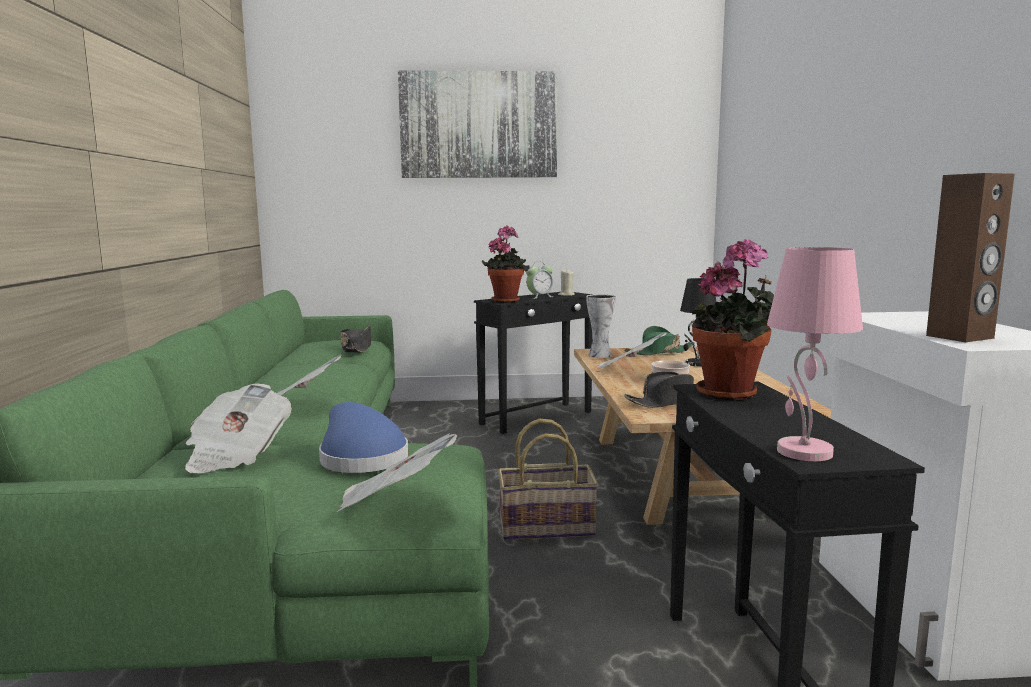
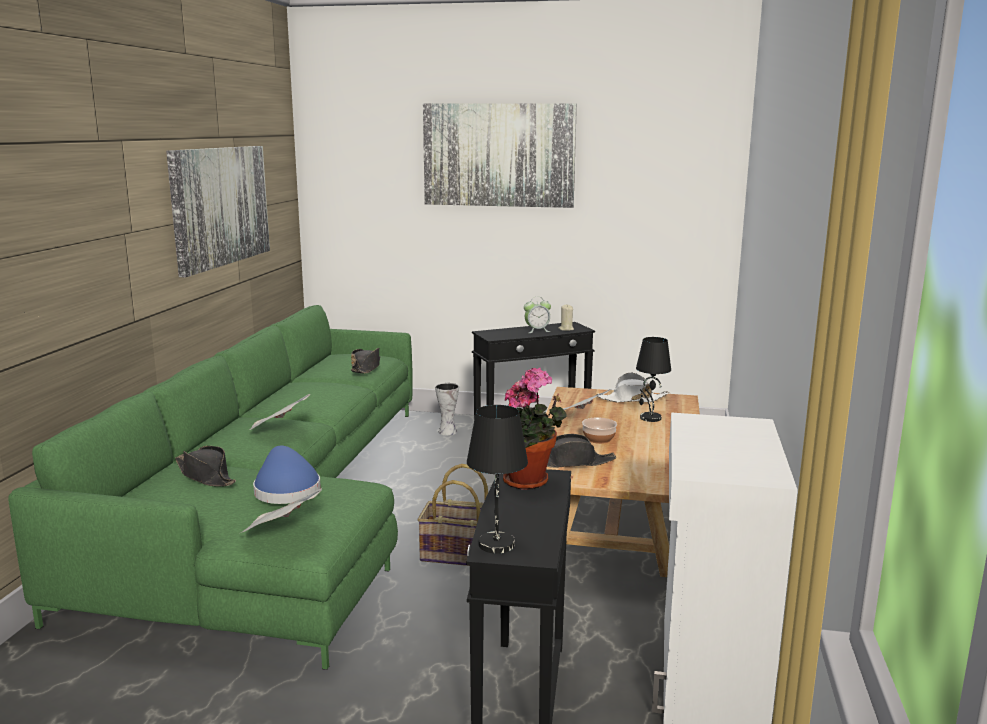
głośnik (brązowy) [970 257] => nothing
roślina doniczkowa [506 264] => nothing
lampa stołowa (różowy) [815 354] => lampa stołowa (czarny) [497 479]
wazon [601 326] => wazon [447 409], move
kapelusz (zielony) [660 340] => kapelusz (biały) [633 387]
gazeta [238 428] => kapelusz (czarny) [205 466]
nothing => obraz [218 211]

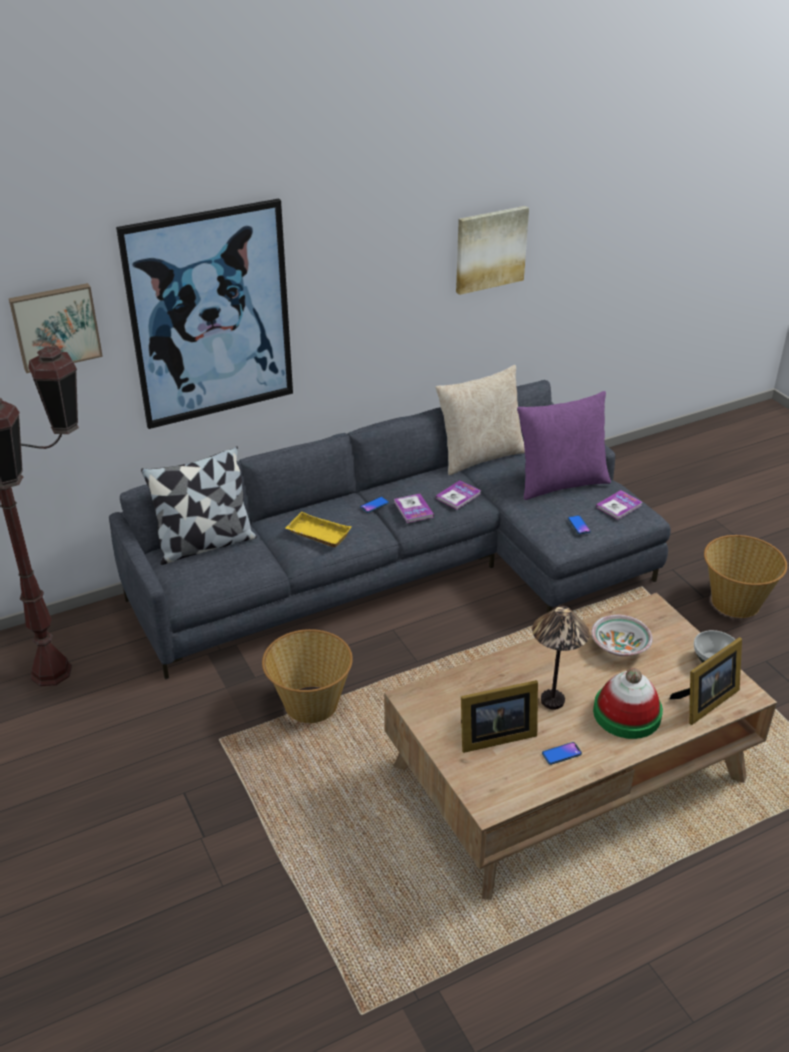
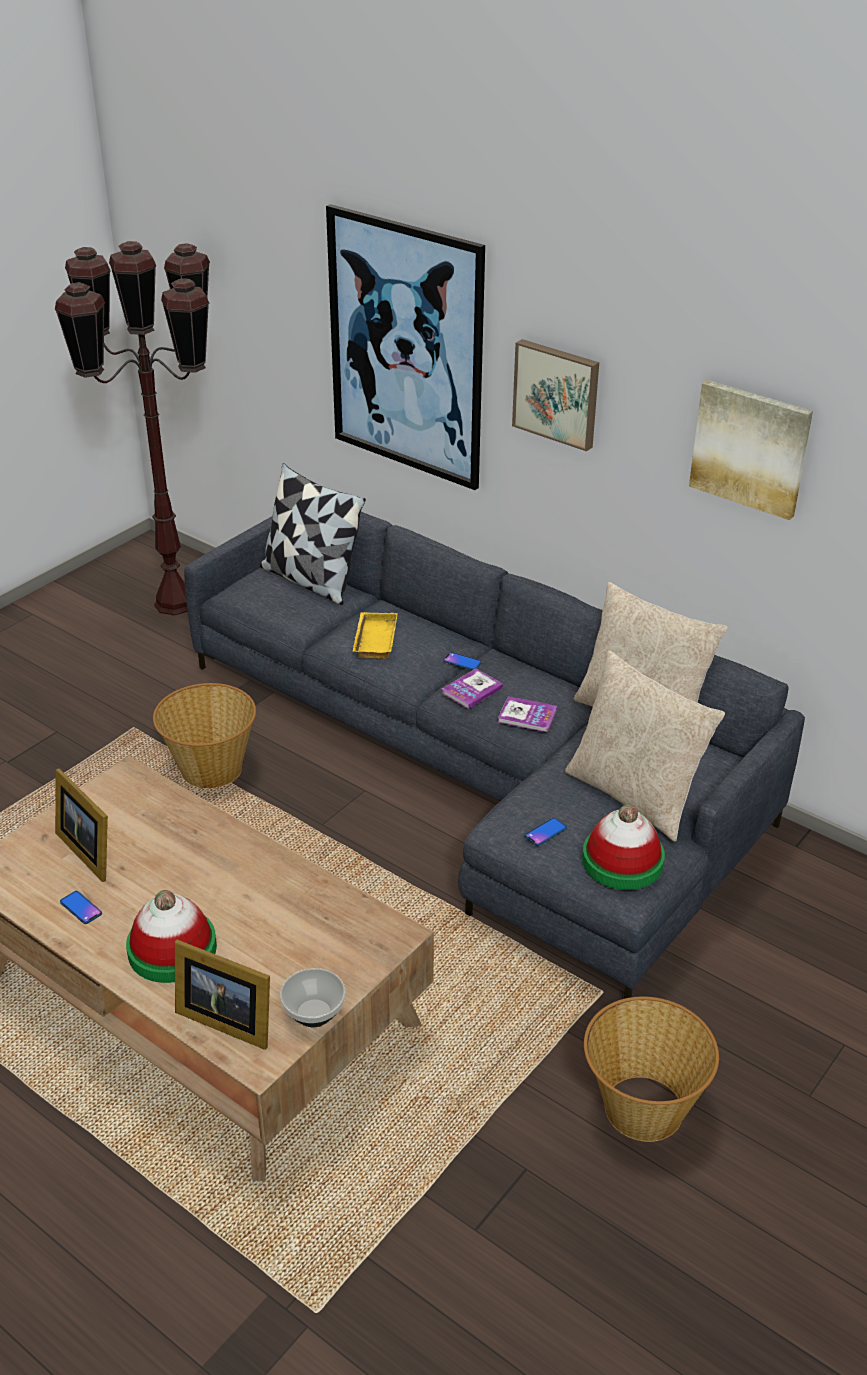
obraz [56 328] => obraz [555 395], move
poduszka (fioletowy) [564 445] => poduszka (beżowy) [645 745]
książka [619 505] => kapelusz [623 847]
lampa stołowa [561 658] => nothing
miska [622 635] => nothing

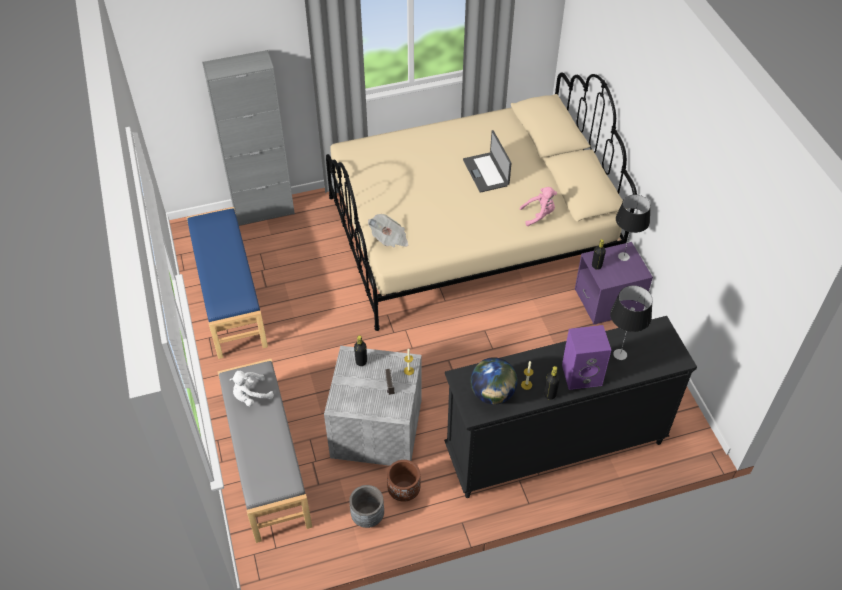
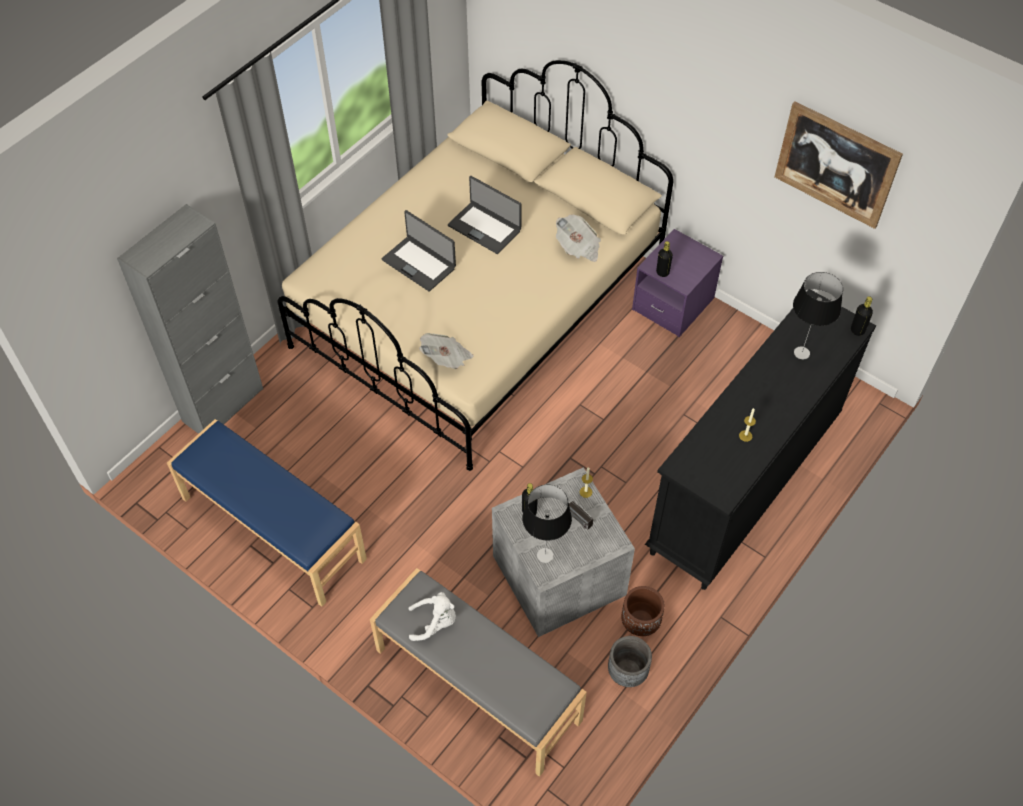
pluszak (różowy) [538 206] => gazeta [578 238]
lampa stołowa [633 227] => lampa stołowa [547 524], move
głośnik (fioletowy) [586 357] => nothing
globus [494 381] => nothing
butelka (czarny) [552 383] => butelka (czarny) [862 316], move
pluszak (biały) [252 389] => pluszak (biały) [432 616], 120 degrees counterclockwise
nothing => obraz [839 165]
nothing => laptop [419 251]

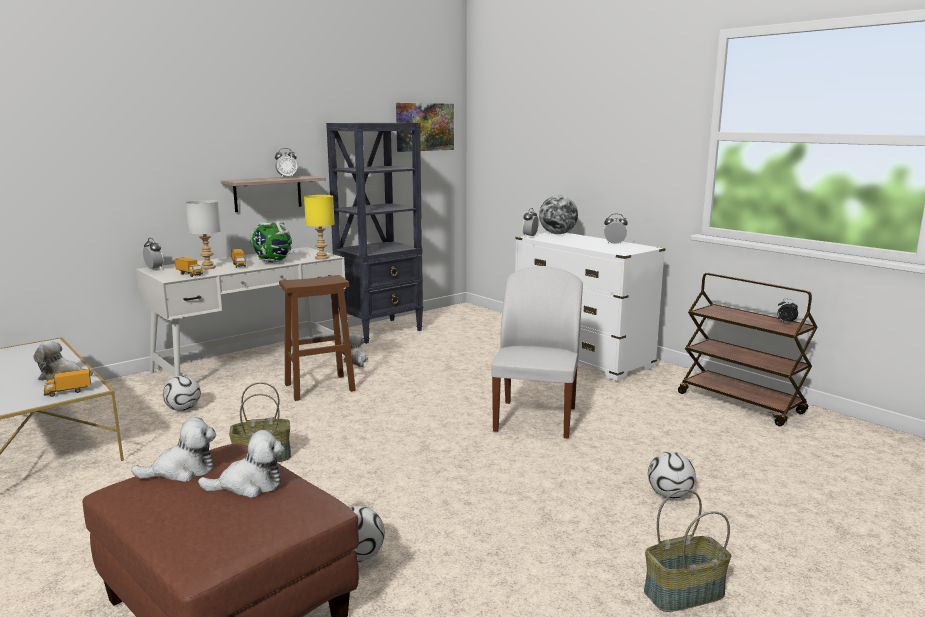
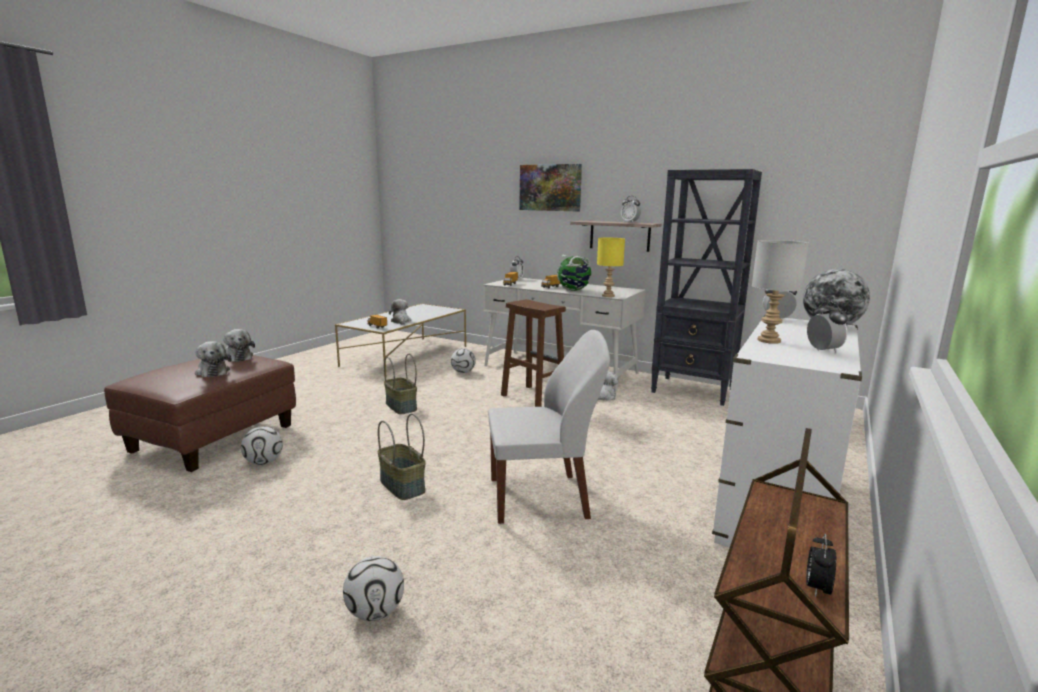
obraz [425 127] => obraz [550 188], move
lampa stołowa (szary) [203 234] => lampa stołowa (szary) [780 292], move
koszyk [687 550] => koszyk [402 456], move

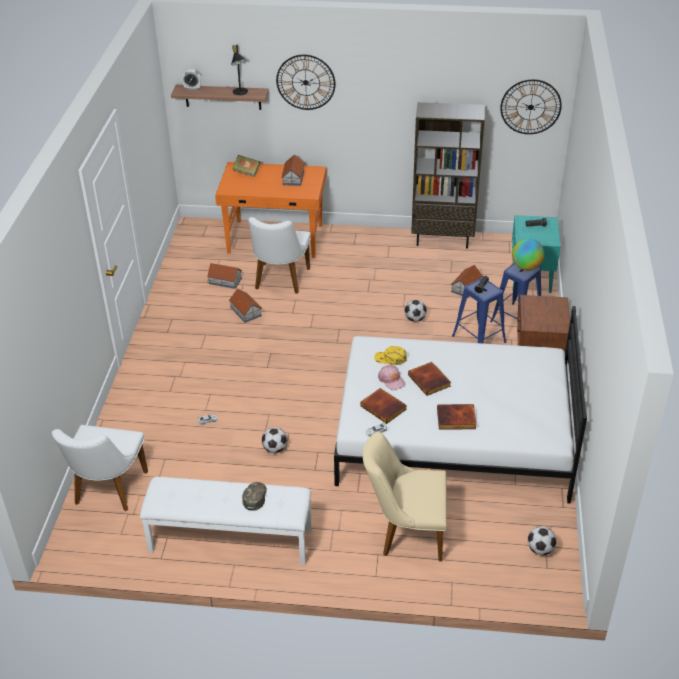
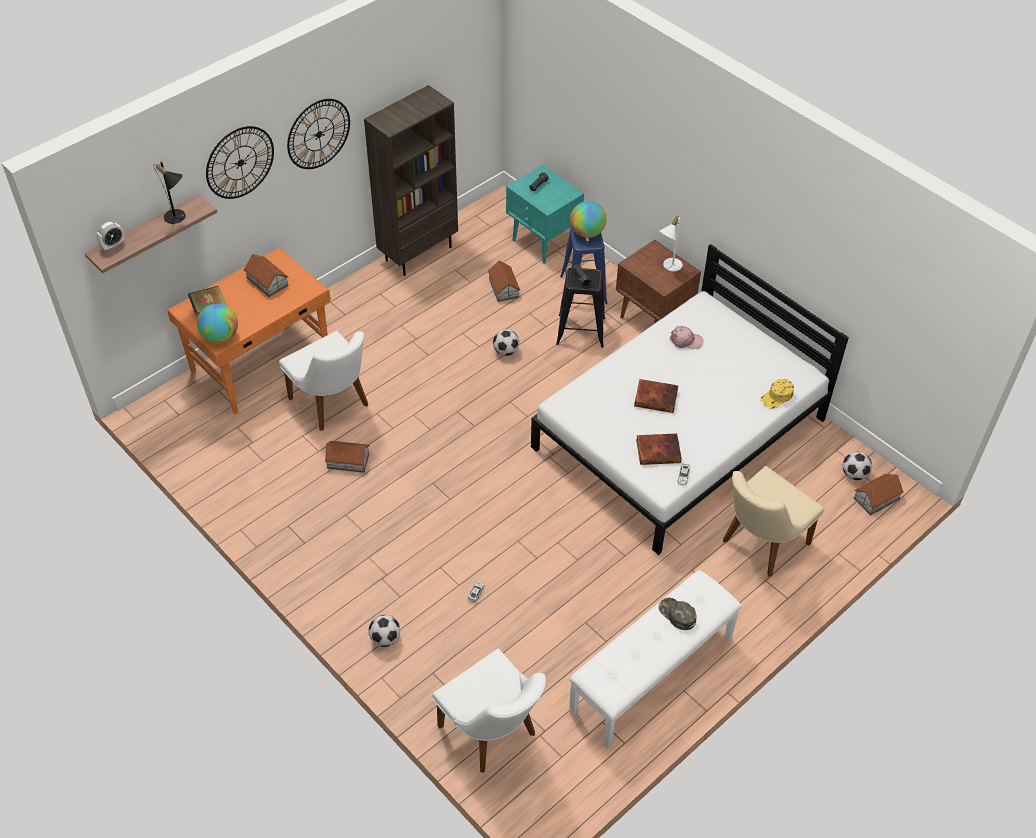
zegar ścienny [531 106] => zegar ścienny [318 134], move
domek [224 276] => domek [879 495], move
stołek (niebieski) [479 310] => stołek (czarny) [580 307]
czapka z daszkiem (żółty) [390 355] => czapka z daszkiem (żółty) [777 394], move
czapka z daszkiem (różowy) [391 377] => czapka z daszkiem (różowy) [687 337], move
książka [457 416] => nothing
piłka futbolowa [274 440] => piłka futbolowa [384 631], move
nothing => lampa stołowa (biały) [671 243]
nothing => globus [217 323]

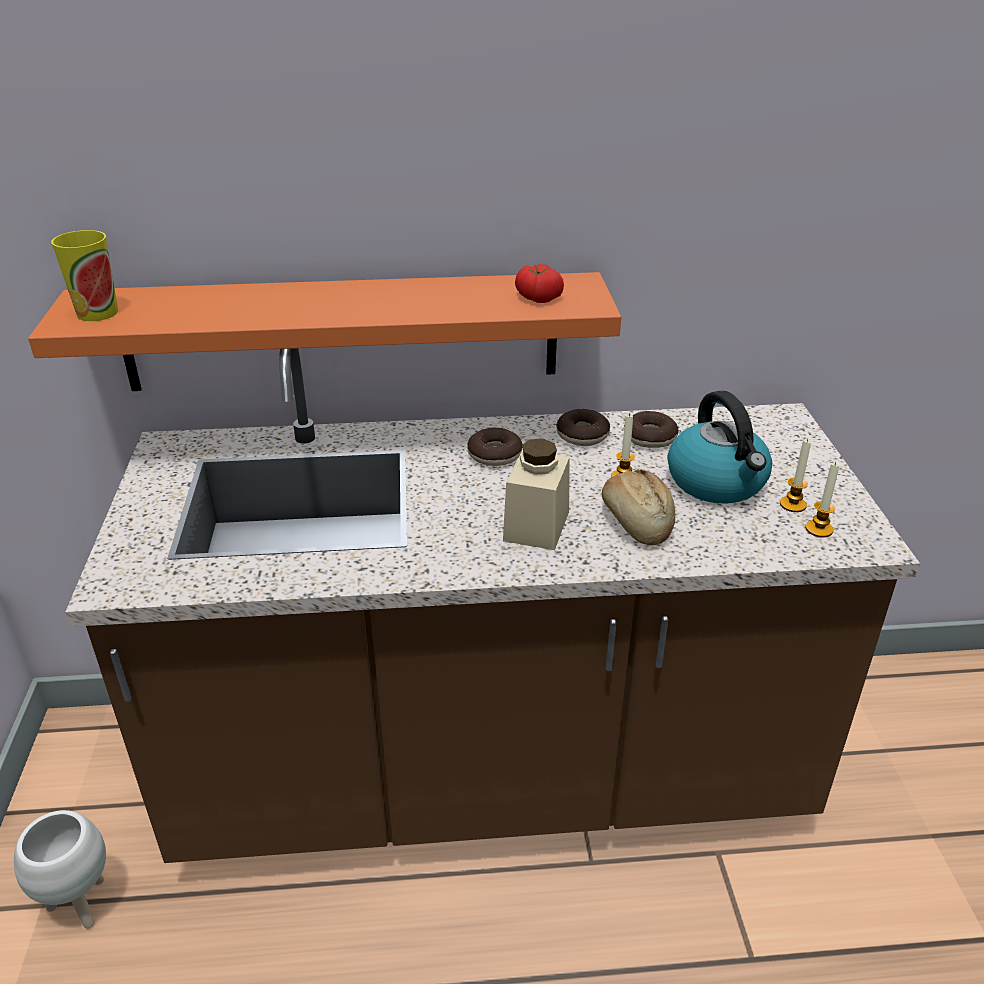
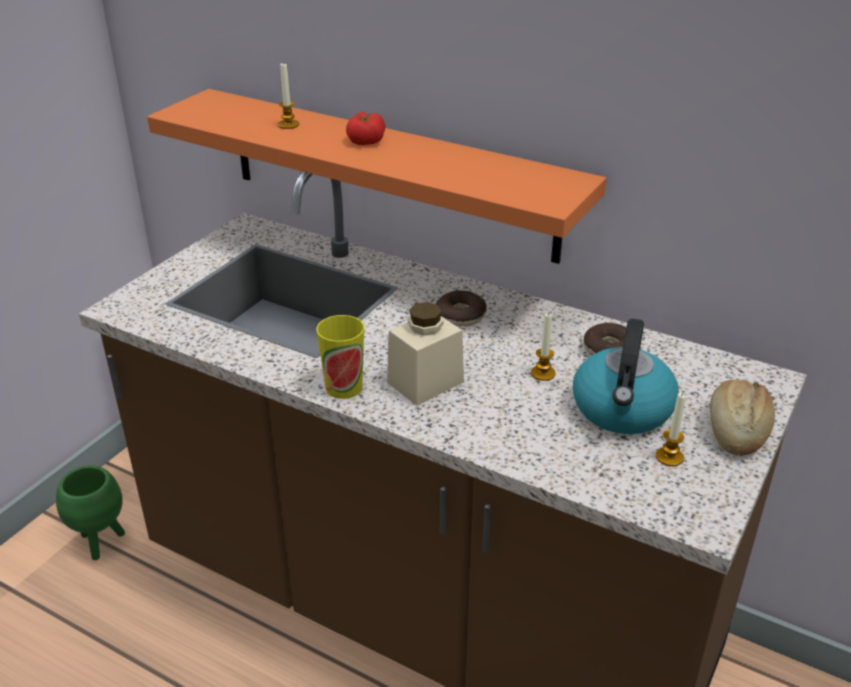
filiżanka [85 275] => filiżanka [340 357], move
pomidor [539 283] => pomidor [365 128], move
donut [583 427] => nothing
świeca [822 500] => świeca [288 95], move
chleb [638 507] => chleb [742 418], move
donica (biały) [60 869] => donica (zielony) [90 512]

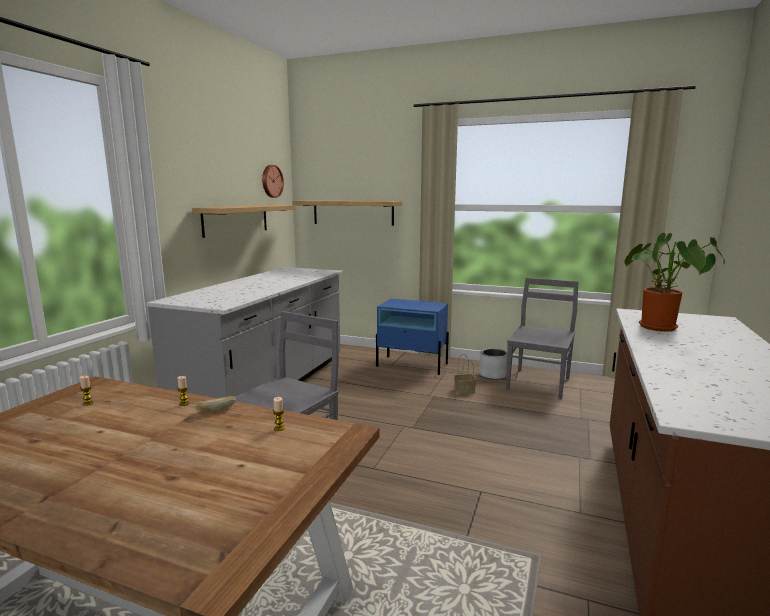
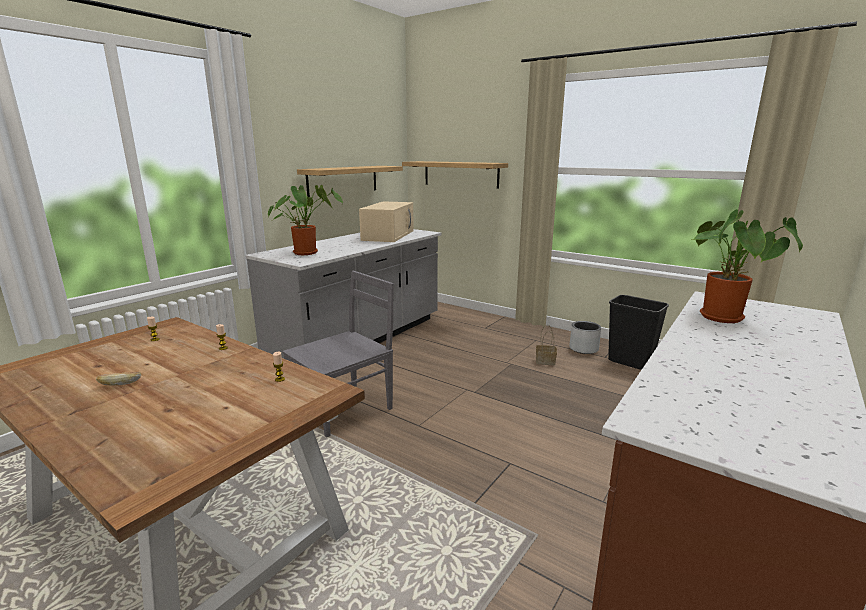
zegar ścienny [273 181] => nothing
krzesło (szary) [542 338] => kosz na śmieci (czarny) [638 332]
szafka nocna (niebieski) [412 337] => nothing
chleb [215 404] => chleb [118 379], move
nothing => roślina doniczkowa [305 220]
nothing => mikrofalówka (beżowy) [386 221]

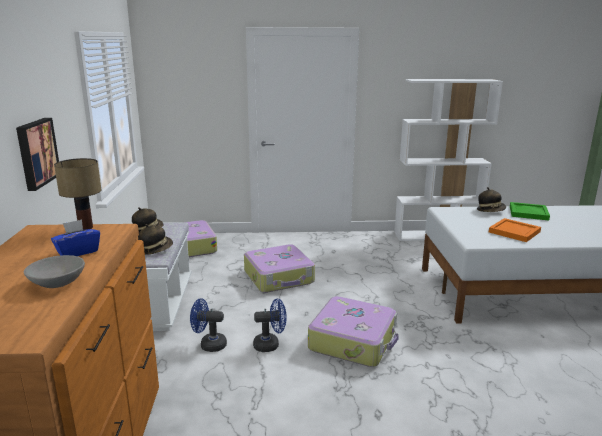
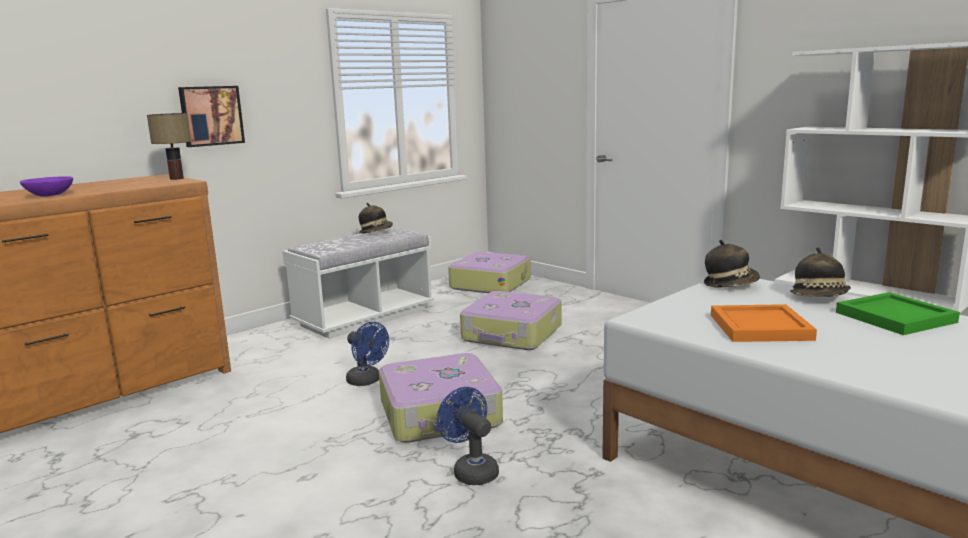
pudełko chusteczek (niebieski) [75 237] => nothing
kapelusz [155 239] => kapelusz [732 264], move
miska (szary) [54 271] => miska (fioletowy) [46 186]
wentylator (niebieski) [208 325] => wentylator (niebieski) [468 436], move

